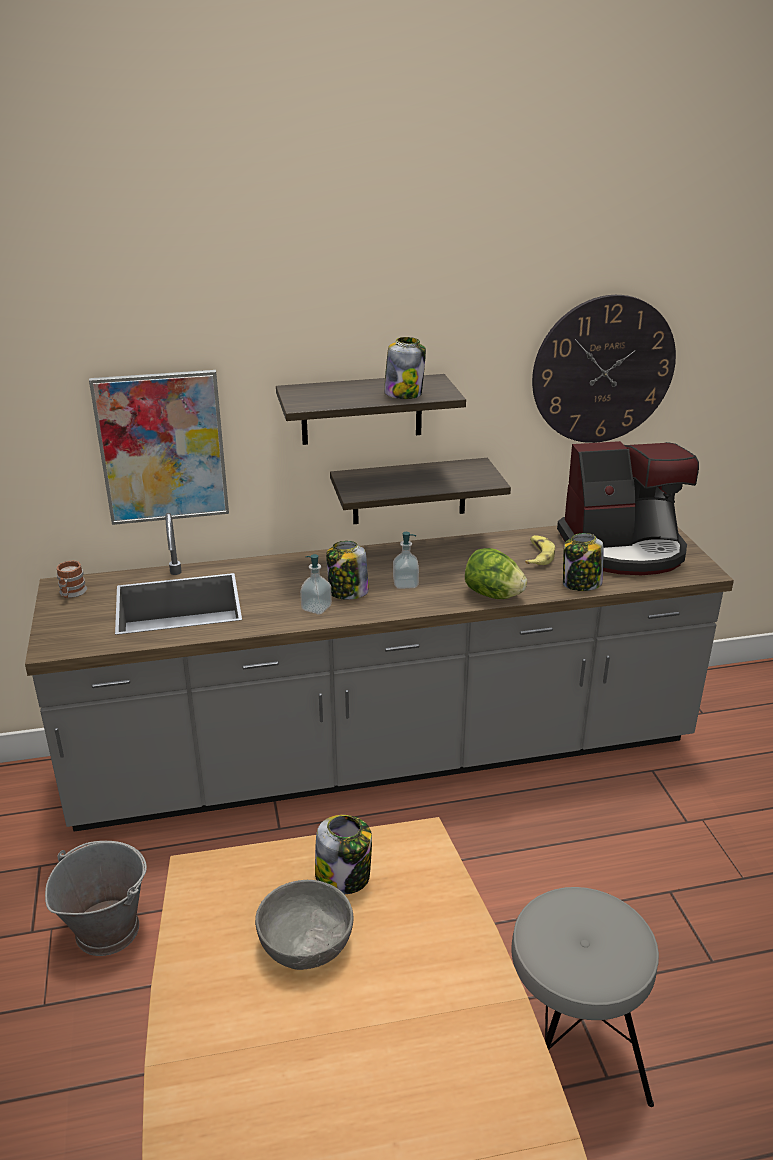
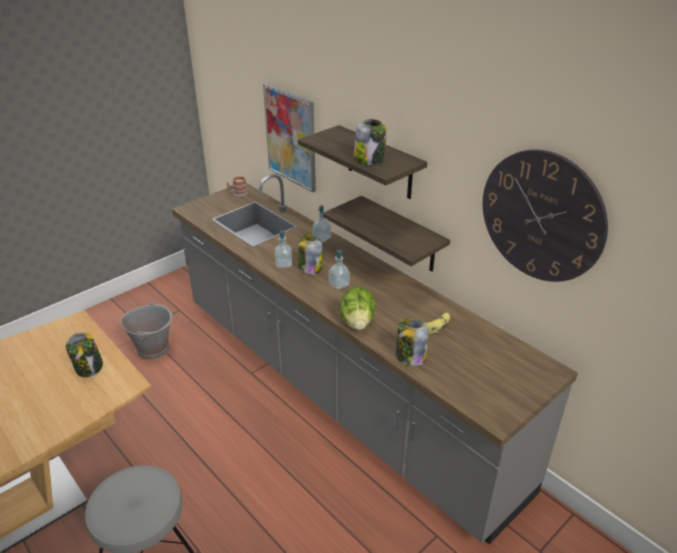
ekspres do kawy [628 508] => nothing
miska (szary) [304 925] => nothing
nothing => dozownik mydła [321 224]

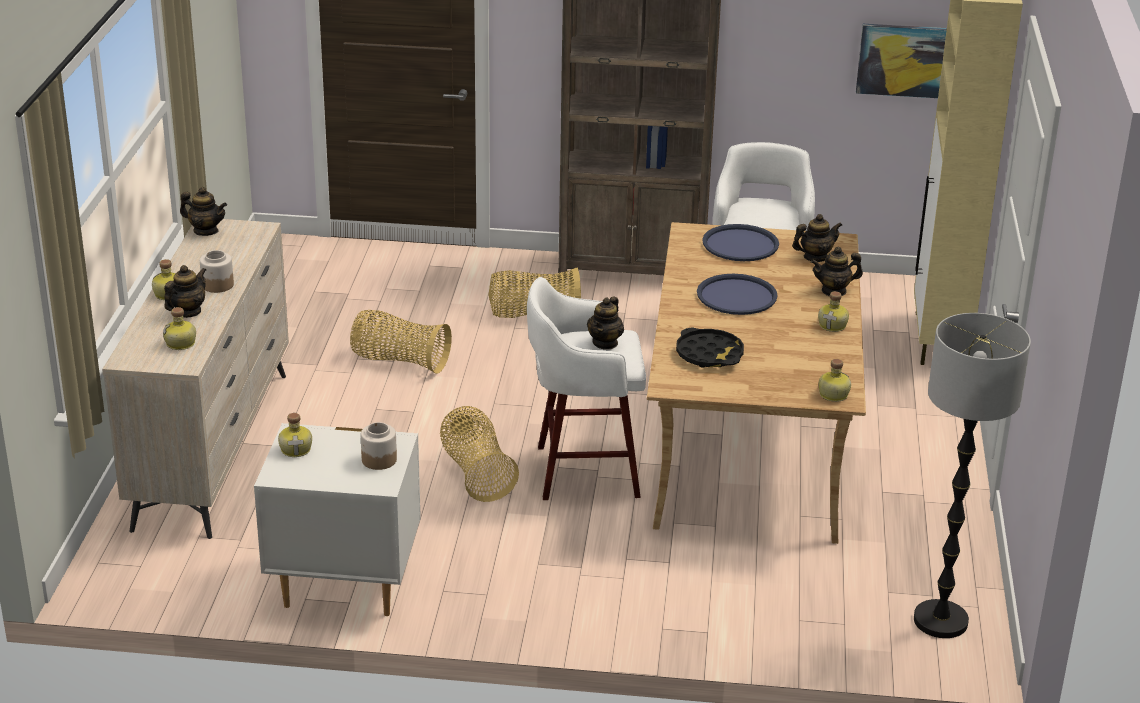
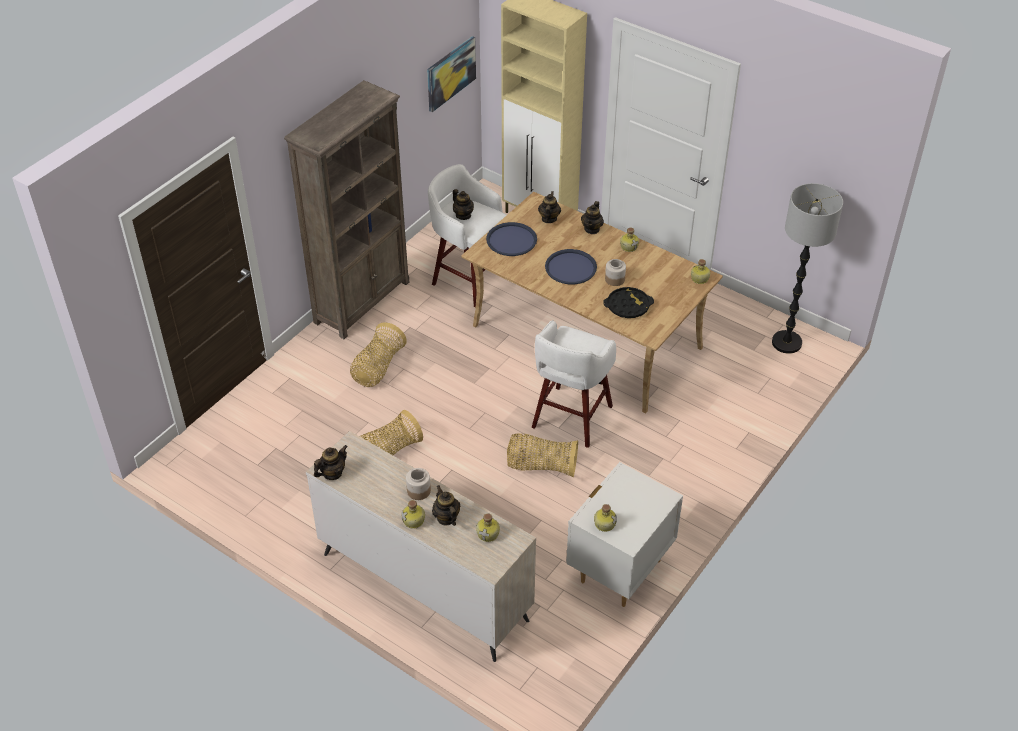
imbryk [605 323] => imbryk [463 204], move
słoik [379 446] => słoik [615 272], move

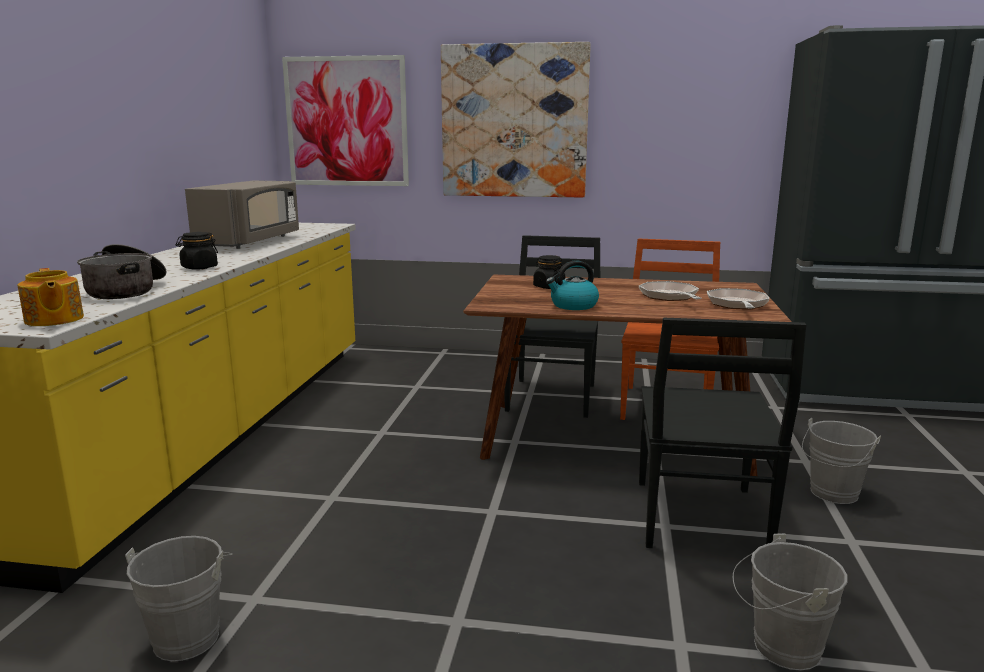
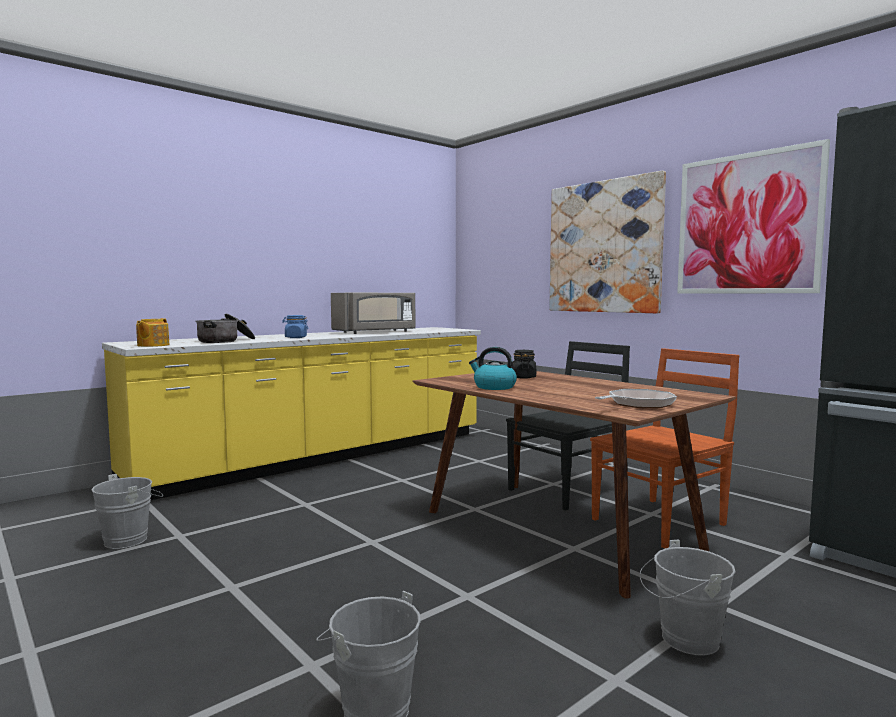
obraz [345 120] => obraz [753 216], move
słoik (czarny) [197 251] => słoik (niebieski) [295 326]
patelnia [670 291] => nothing
krzesło (czarny) [723 433] => nothing

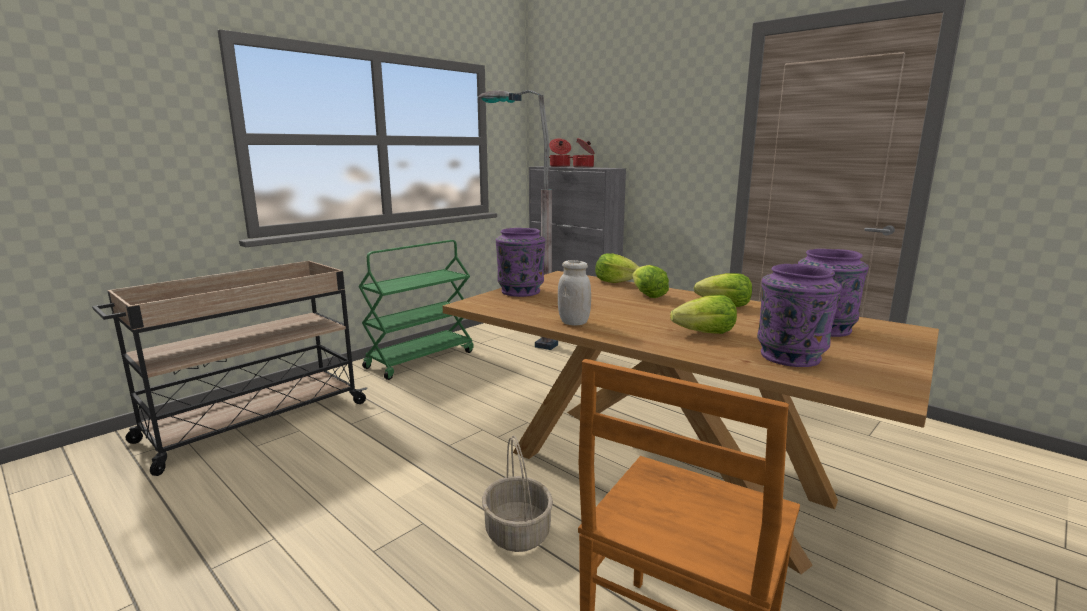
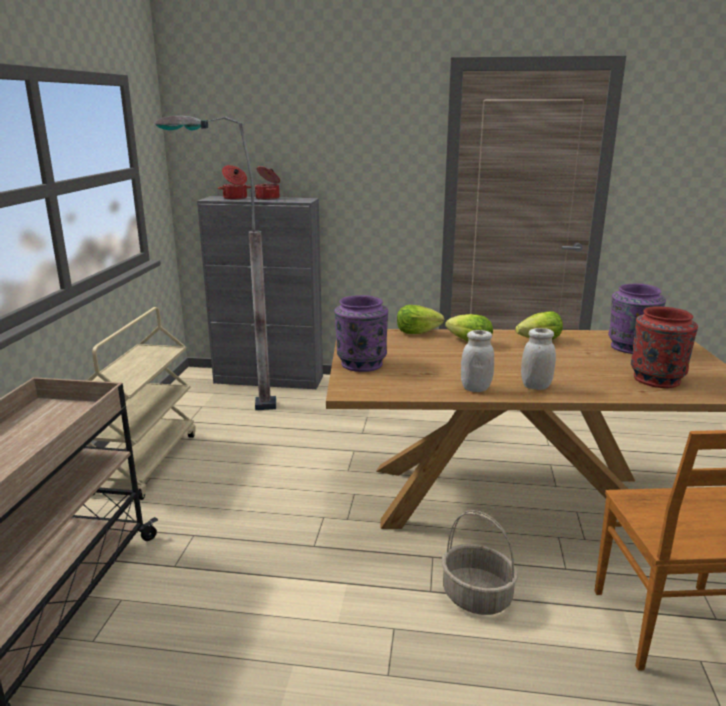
wózek (zielony) [416 310] => wózek (beżowy) [141 403]
wazon (fioletowy) [799 315] => wazon (czerwony) [664 347]
sałata [703 314] => nothing
nothing => słoik (biały) [538 359]

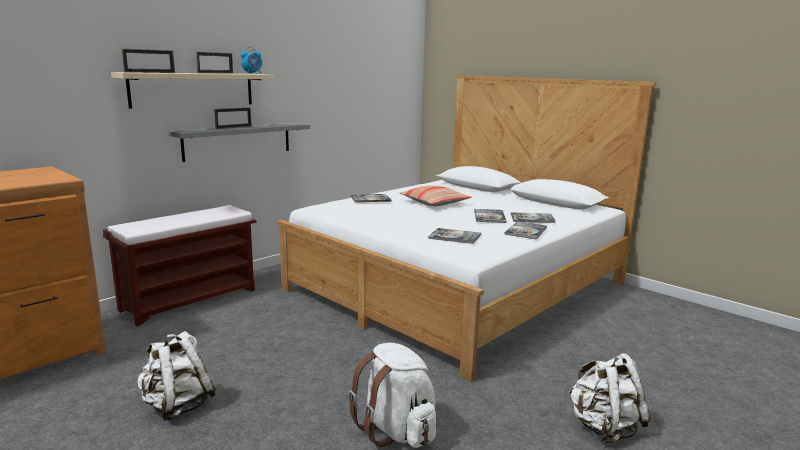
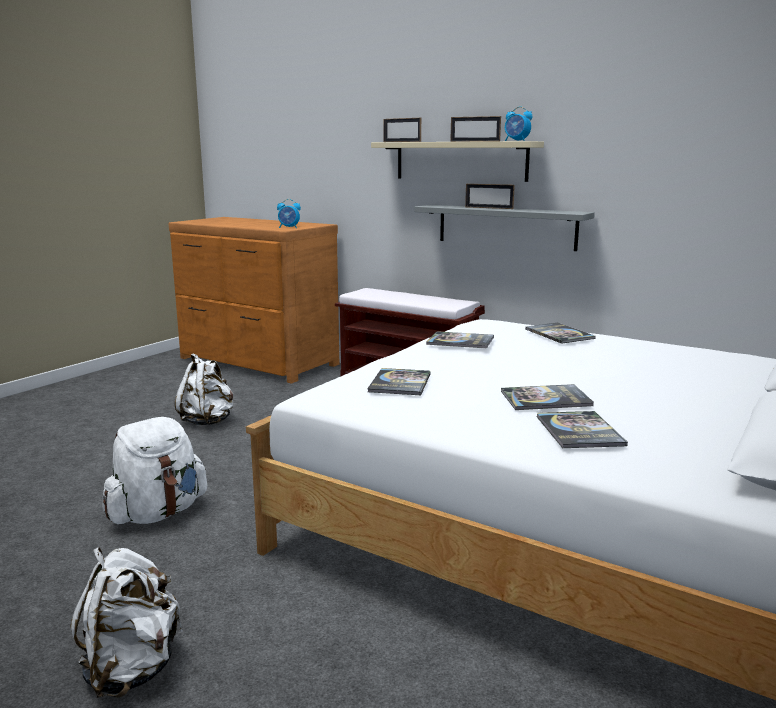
poduszka [435 196] => nothing
książka [525 230] => książka [460 339], move
nothing => budzik [289 213]

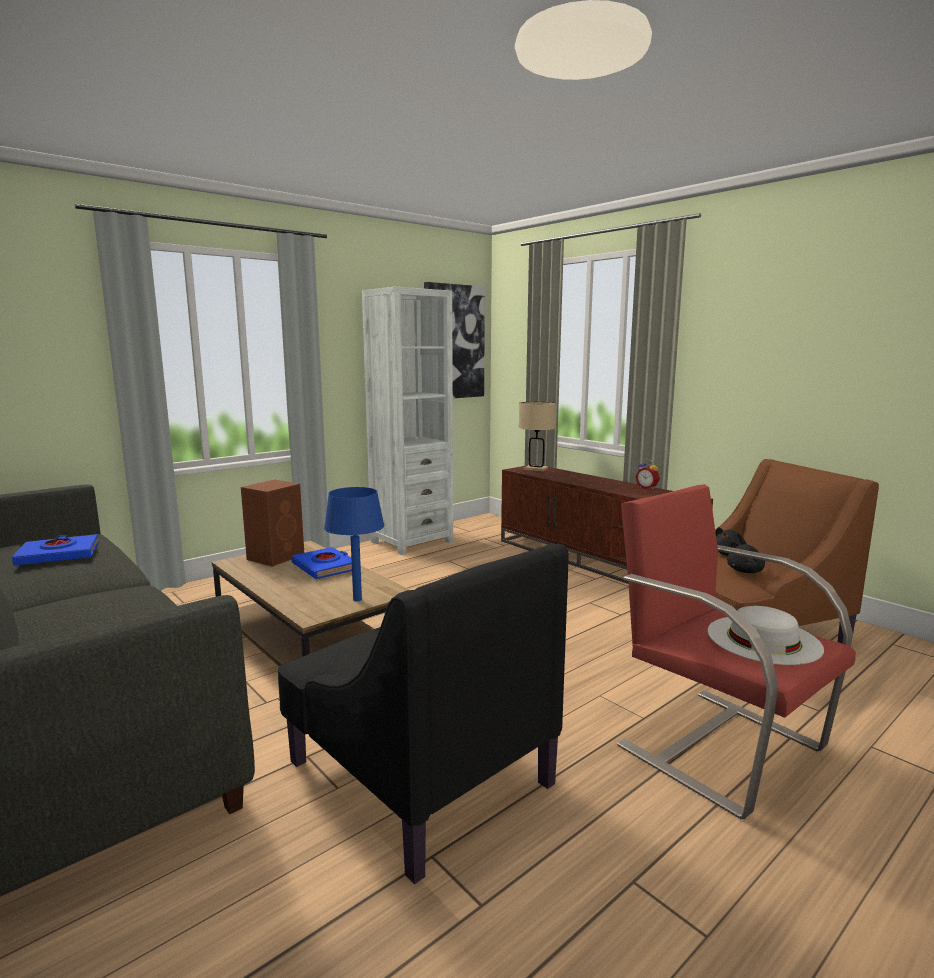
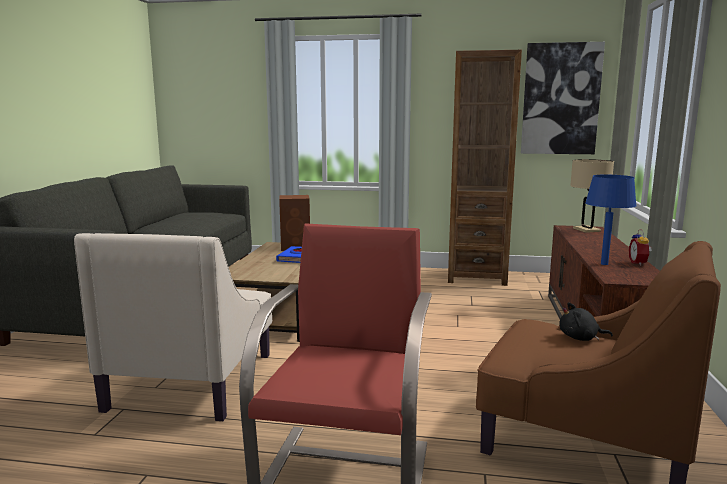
regał (biały) [407 421] => regał (brązowy) [485 168]
lampa stołowa (niebieski) [354 544] => lampa stołowa (niebieski) [611 220], move
książka (niebieski) [55 550] => nothing
pluszak (czarny) [746 557] => nothing
fotel (czarny) [423 714] => fotel (beżowy) [173 327]
kapelusz (biały) [766 635] => nothing

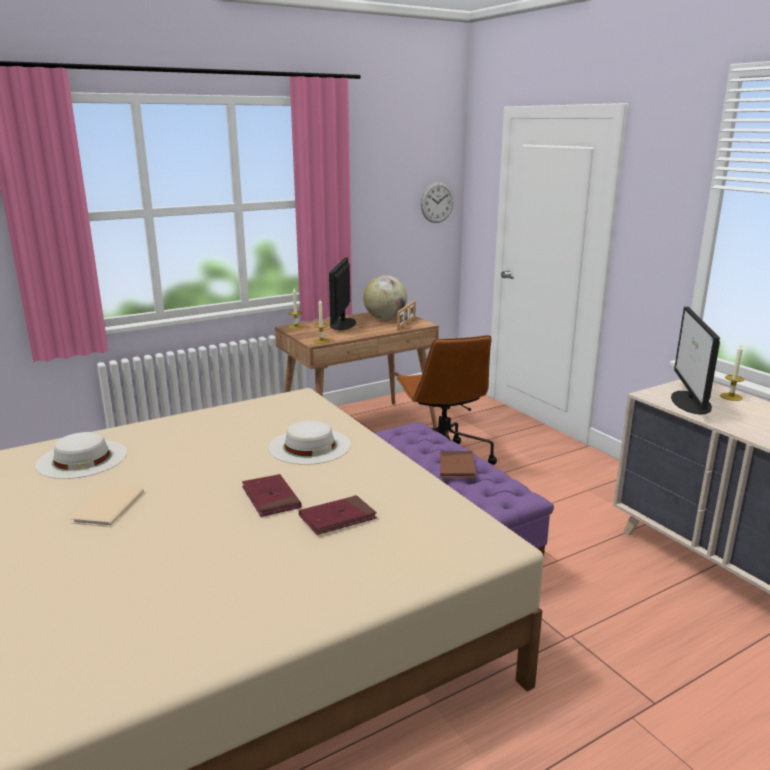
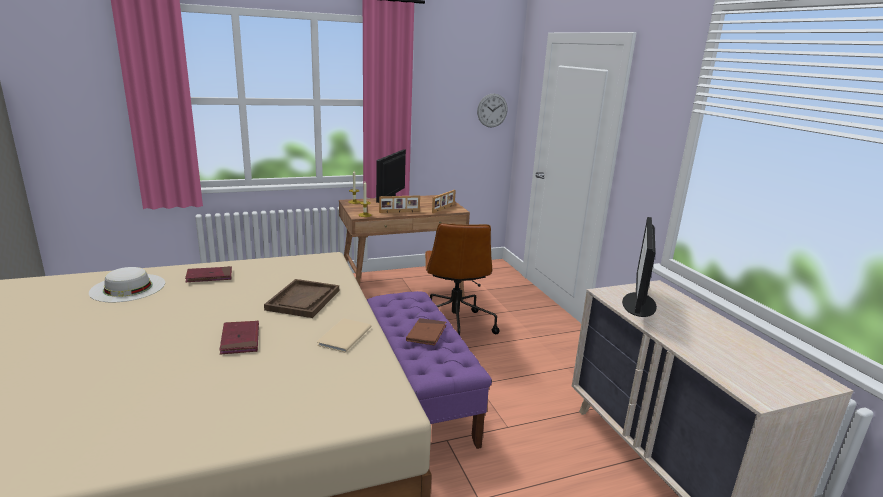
globus [385 297] => nothing
świeca [732 373] => nothing
kapelusz (biały) [310 443] => taca (brązowy) [301 298]
książka (beżowy) [107 506] => książka (beżowy) [344 335], move
książka (czerwony) [338 515] => książka (czerwony) [208 274], move
nothing => ramka na zdjęcie [399 204]

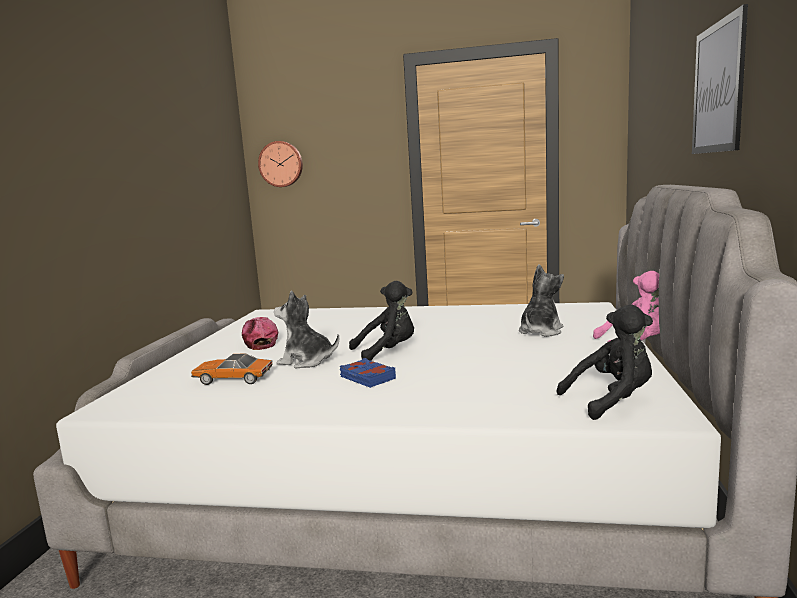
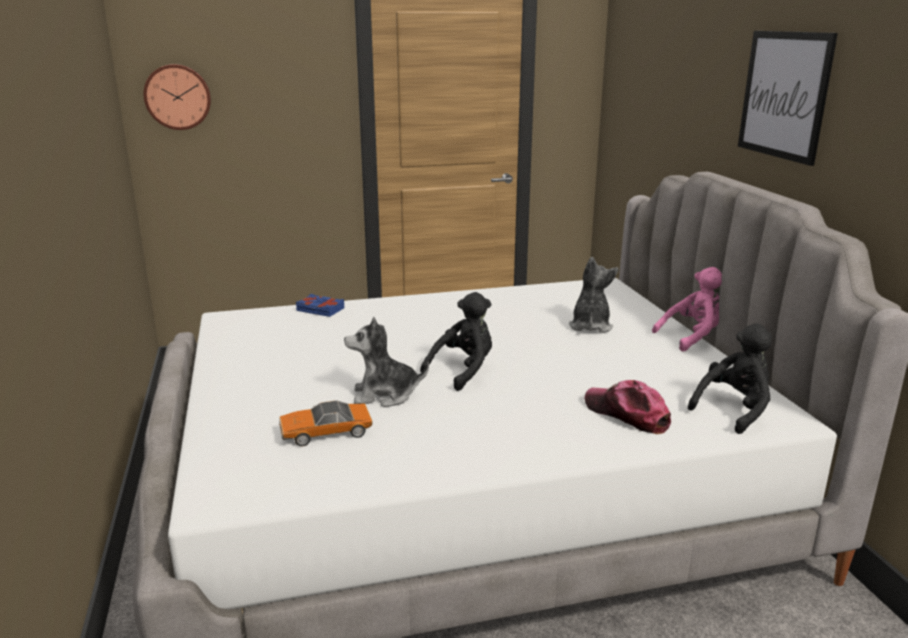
czapka z daszkiem [260 333] => czapka z daszkiem [628 407], move
książka (niebieski) [368 373] => książka (niebieski) [320 305], move

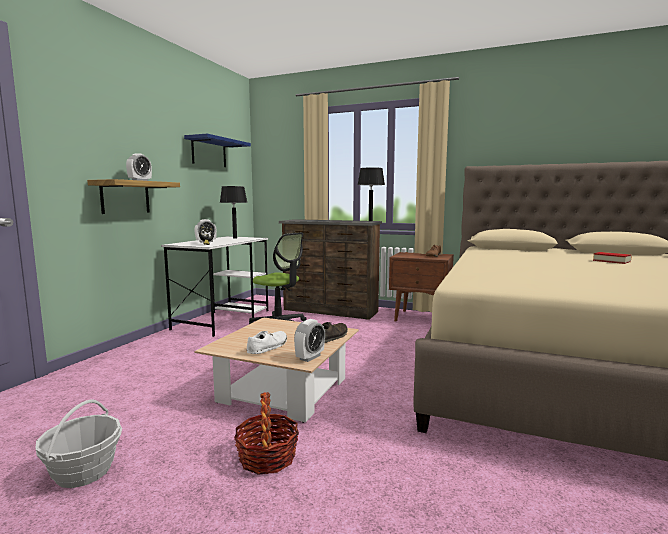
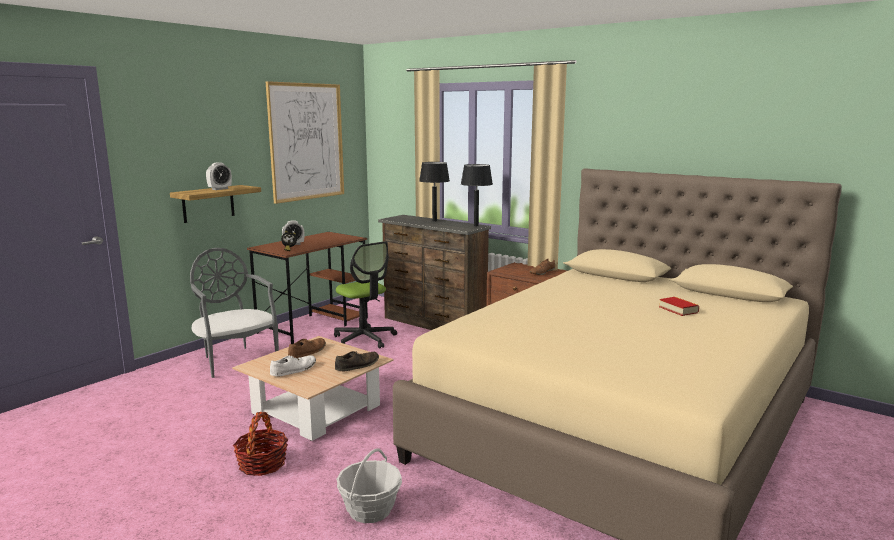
półka (niebieski) [217 150] => obraz [305 142]
lampa stołowa (czarny) [234 212] => lampa stołowa (czarny) [434 191], move
biurko (biały) [214 286] => biurko (brązowy) [307 288]
budzik [309 340] => nothing
koszyk [78 443] => koszyk [369 485], move
nothing => krzesło (szary) [234 313]
nothing => but (brązowy) [307 348]

